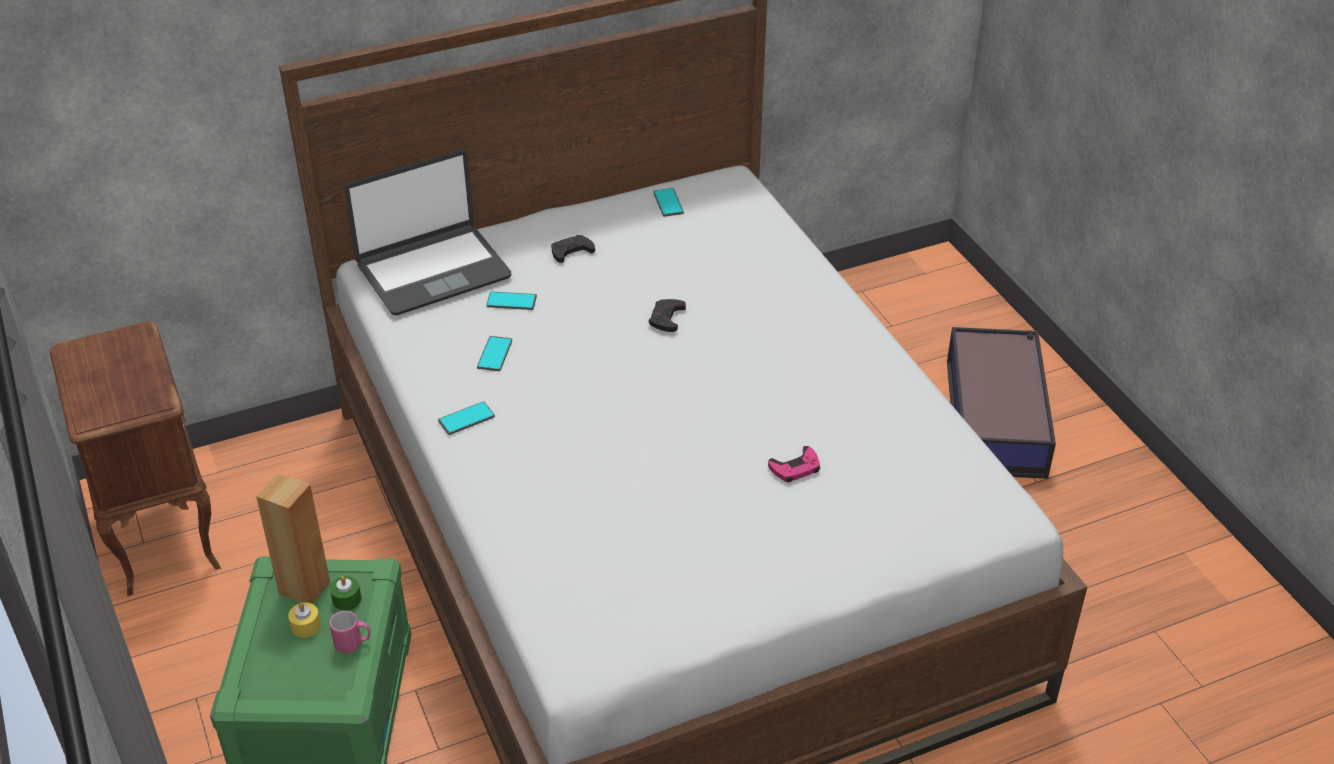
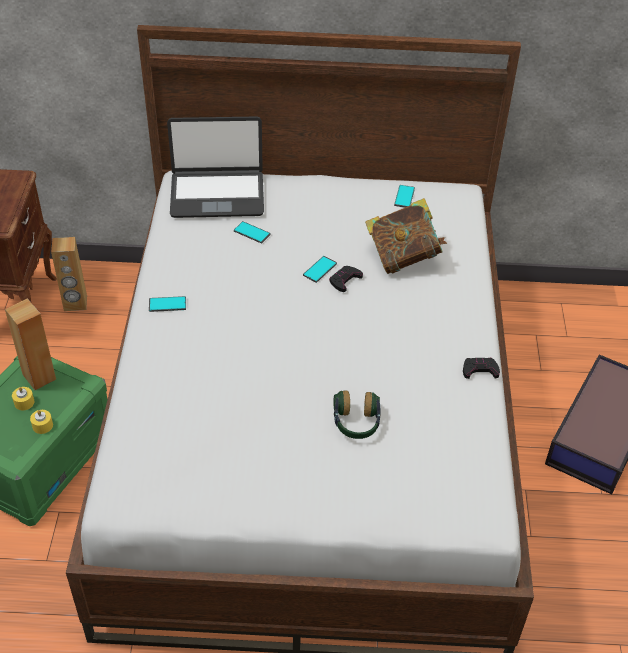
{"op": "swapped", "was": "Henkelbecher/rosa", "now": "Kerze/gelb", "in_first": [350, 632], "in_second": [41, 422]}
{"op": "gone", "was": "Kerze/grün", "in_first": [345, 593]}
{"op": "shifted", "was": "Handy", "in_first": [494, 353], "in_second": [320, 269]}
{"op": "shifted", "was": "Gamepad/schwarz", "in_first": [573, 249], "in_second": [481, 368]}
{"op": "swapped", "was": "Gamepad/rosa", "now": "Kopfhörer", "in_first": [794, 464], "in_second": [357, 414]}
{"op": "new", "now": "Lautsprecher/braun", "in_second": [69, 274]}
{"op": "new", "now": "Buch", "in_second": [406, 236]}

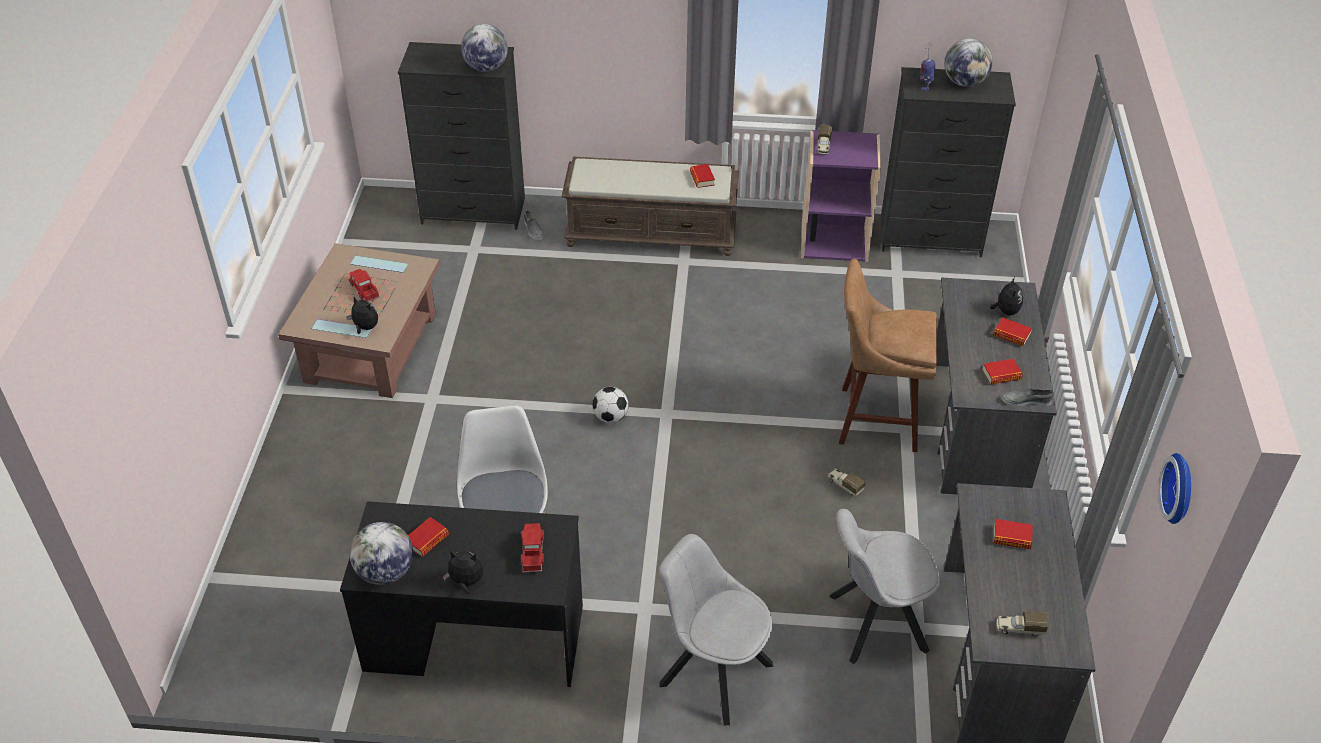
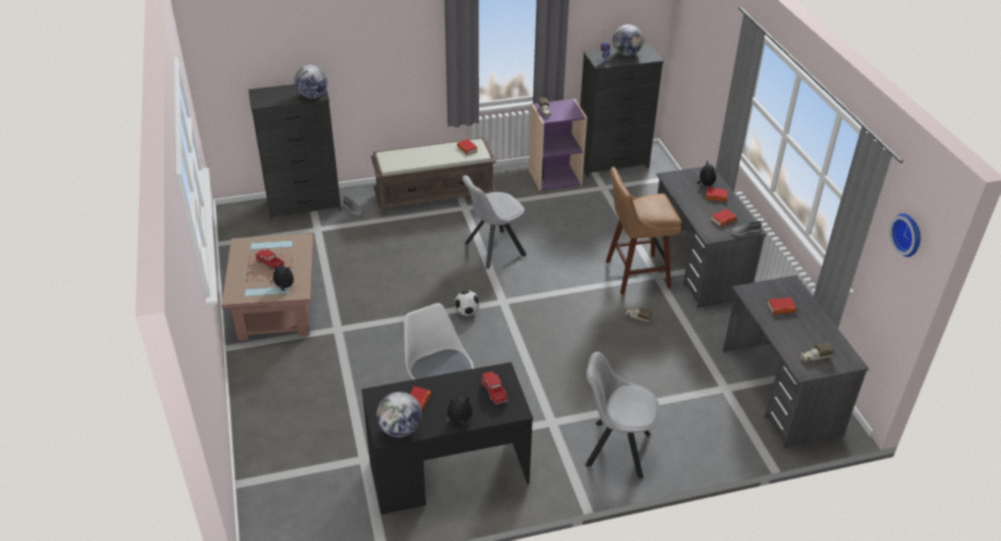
{"op": "shifted", "was": "Stuhl/grau", "in_first": [884, 586], "in_second": [494, 222]}

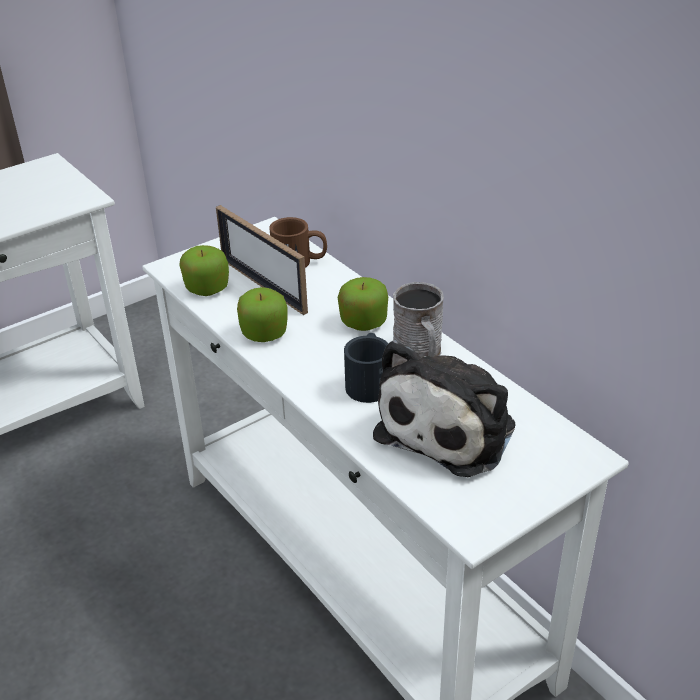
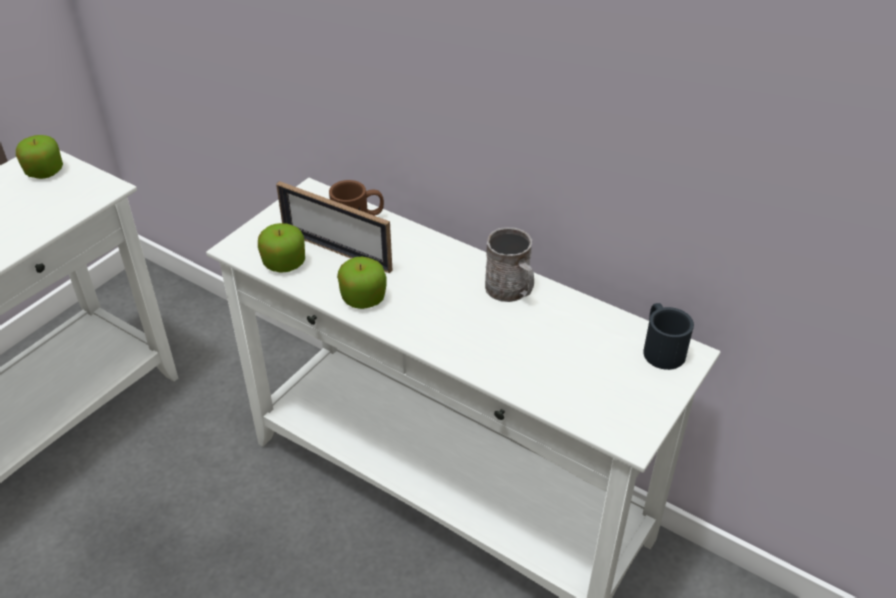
{"op": "shifted", "was": "Apfel", "in_first": [362, 304], "in_second": [39, 157]}
{"op": "shifted", "was": "Henkelbecher/schwarz", "in_first": [366, 368], "in_second": [668, 336]}
{"op": "gone", "was": "Plüschtier", "in_first": [444, 408]}

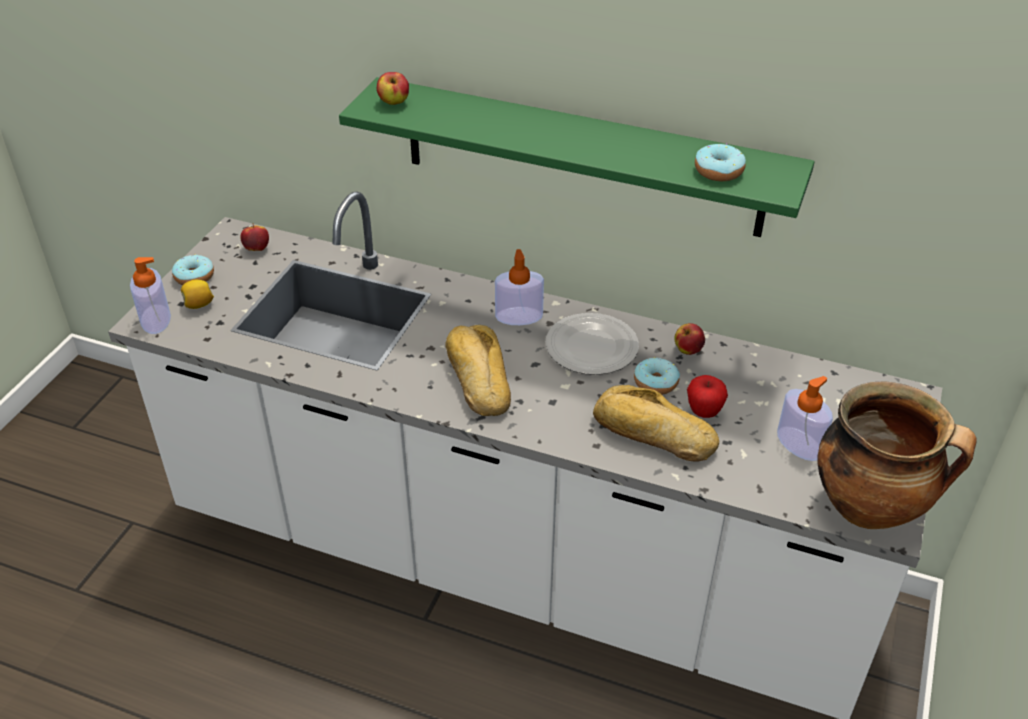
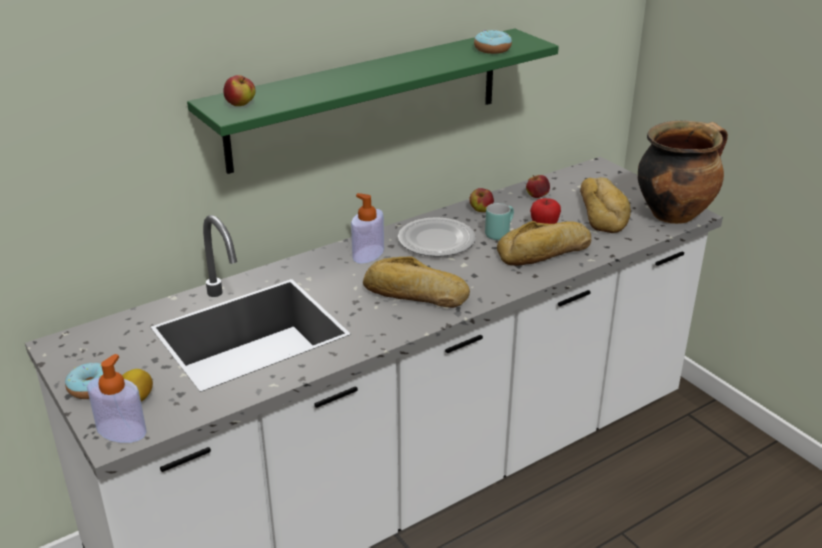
{"op": "shifted", "was": "Apfel", "in_first": [254, 237], "in_second": [538, 186]}
{"op": "swapped", "was": "Donut", "now": "Henkelbecher/türkis", "in_first": [657, 376], "in_second": [499, 221]}
{"op": "swapped", "was": "Seifenspender", "now": "Brot", "in_first": [805, 418], "in_second": [605, 205]}

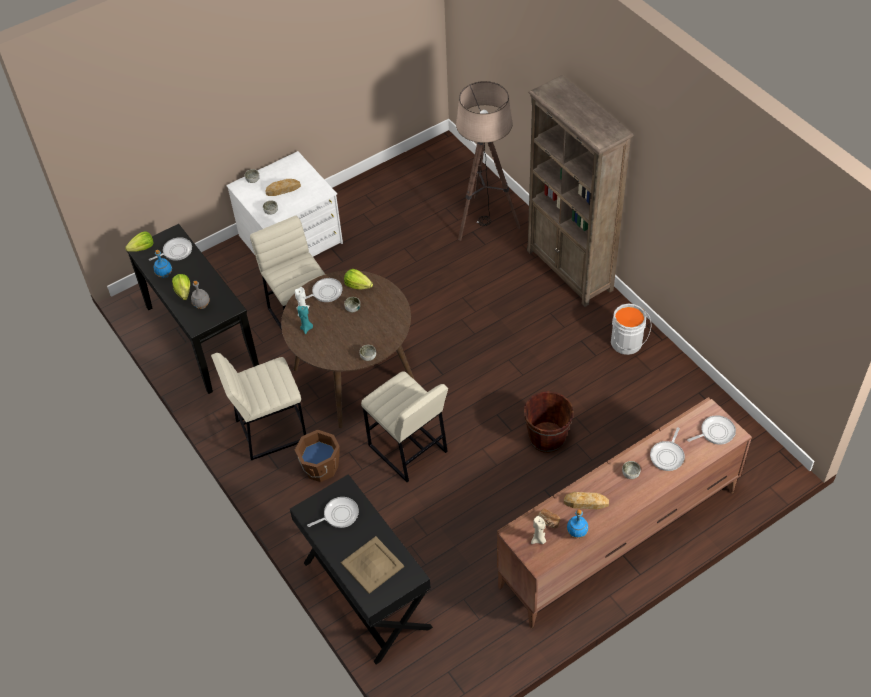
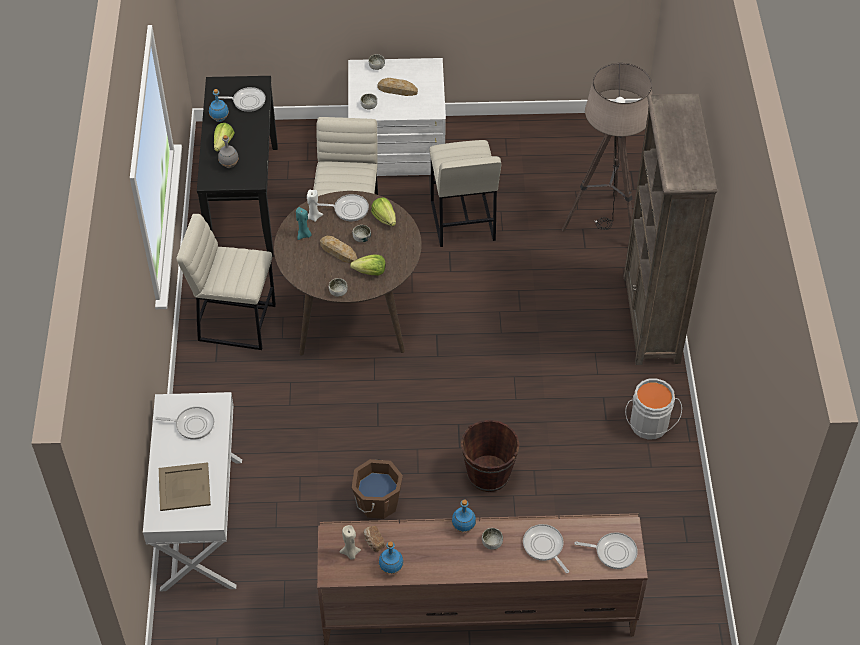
{"op": "shifted", "was": "Salatkopf", "in_first": [139, 241], "in_second": [368, 265]}
{"op": "repainted", "was": "Konsolentisch/schwarz", "now": "Konsolentisch/weiß", "in_first": [361, 569], "in_second": [192, 491]}
{"op": "shifted", "was": "Eimer/braun", "in_first": [317, 456], "in_second": [377, 489]}
{"op": "shifted", "was": "Stuhl/beige", "in_first": [404, 426], "in_second": [465, 193]}
{"op": "shifted", "was": "Brot", "in_first": [586, 500], "in_second": [339, 249]}
{"op": "rotated", "was": "Pfanne", "in_first": [667, 449], "in_second": [546, 548], "clockwise": 90}
{"op": "new", "now": "Flasche/blau", "in_second": [464, 516]}

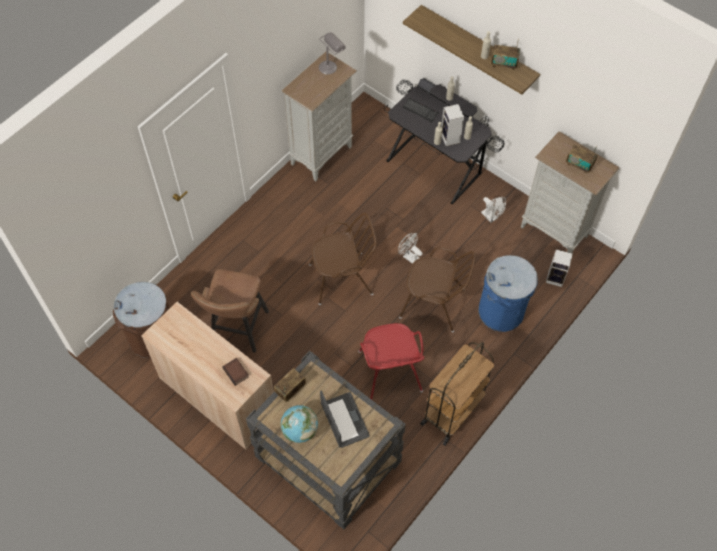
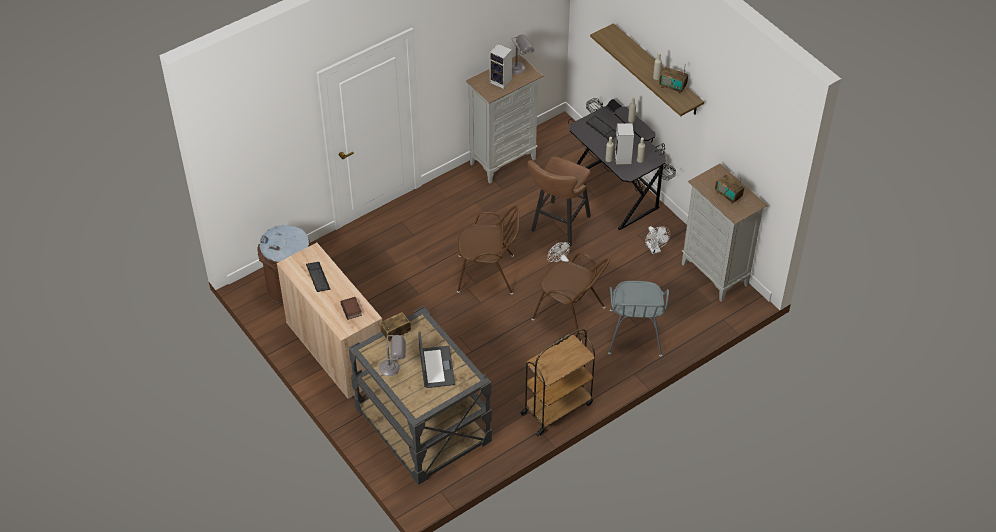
{"op": "shifted", "was": "Hocker/braun", "in_first": [230, 311], "in_second": [559, 202]}
{"op": "swapped", "was": "Globus", "now": "Tischlampe/grau", "in_first": [299, 424], "in_second": [392, 355]}
{"op": "gone", "was": "Stuhl/rot", "in_first": [391, 361]}
{"op": "swapped", "was": "Mülleimer/blau", "now": "Stuhl/grau", "in_first": [508, 293], "in_second": [638, 319]}
{"op": "shifted", "was": "Lautsprecher", "in_first": [559, 268], "in_second": [501, 66]}
{"op": "new", "now": "Tastatur", "in_second": [318, 277]}

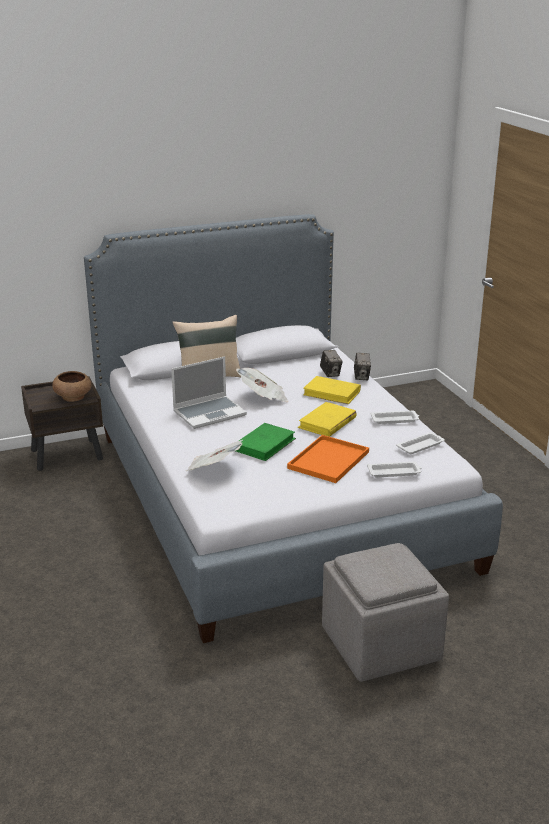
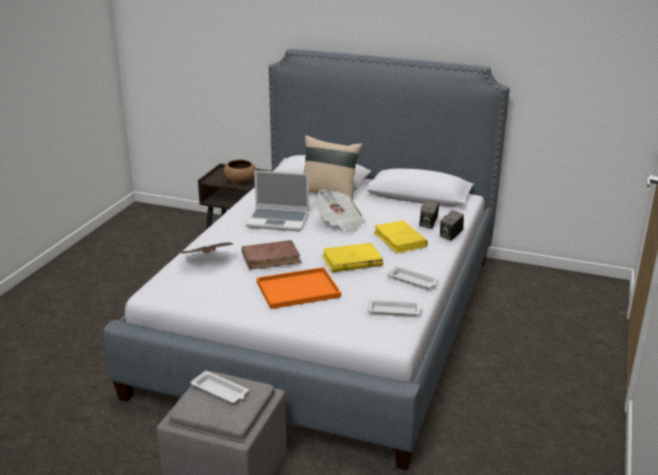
{"op": "repainted", "was": "Buch/grün", "now": "Buch/braun", "in_first": [266, 442], "in_second": [272, 255]}
{"op": "shifted", "was": "Tablett/weiß", "in_first": [394, 469], "in_second": [219, 386]}

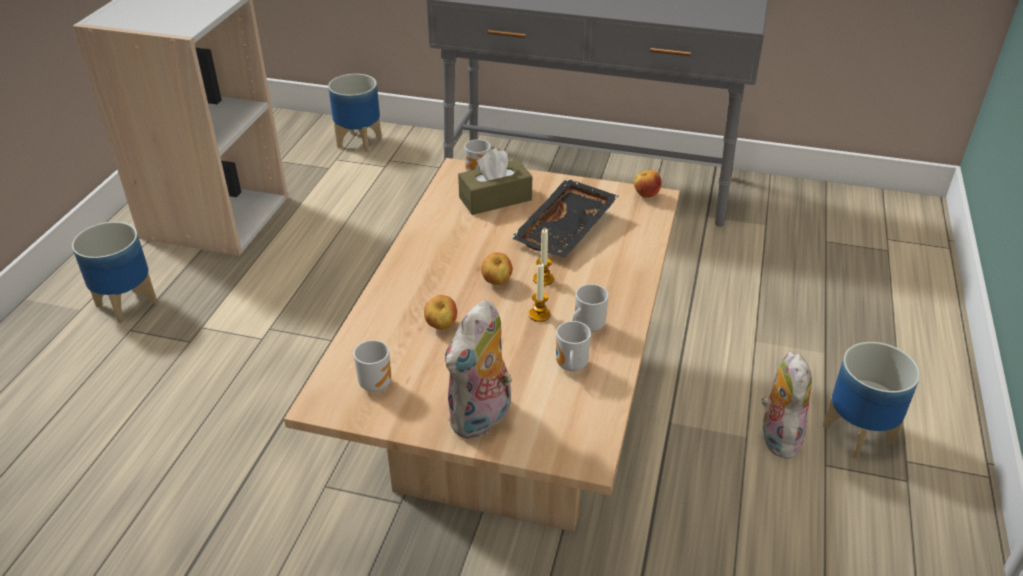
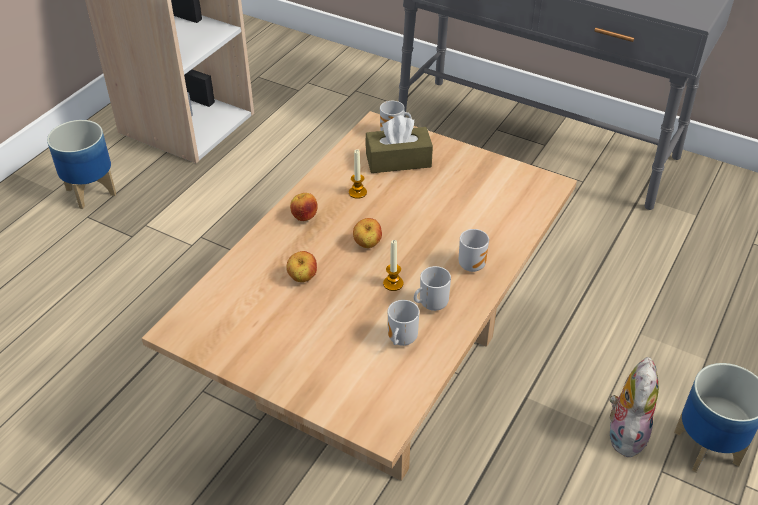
{"op": "gone", "was": "Pflanzkübel", "in_first": [354, 113]}
{"op": "shifted", "was": "Henkelbecher", "in_first": [372, 366], "in_second": [474, 250]}
{"op": "gone", "was": "Plüschtier", "in_first": [478, 369]}
{"op": "gone", "was": "Tablett/schwarz", "in_first": [564, 218]}
{"op": "shifted", "was": "Kerze", "in_first": [543, 257], "in_second": [358, 174]}
{"op": "shifted", "was": "Apfel", "in_first": [648, 184], "in_second": [304, 207]}

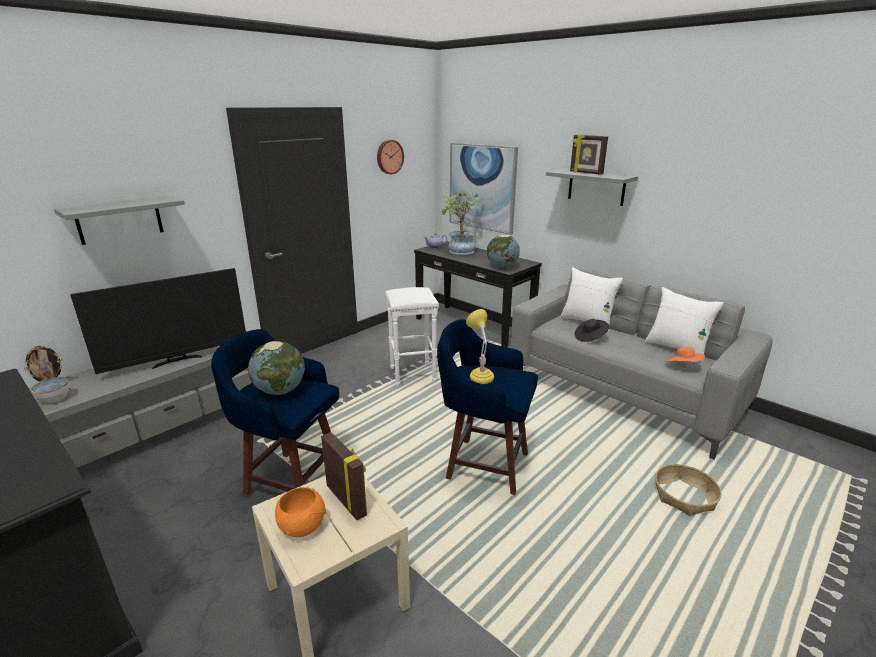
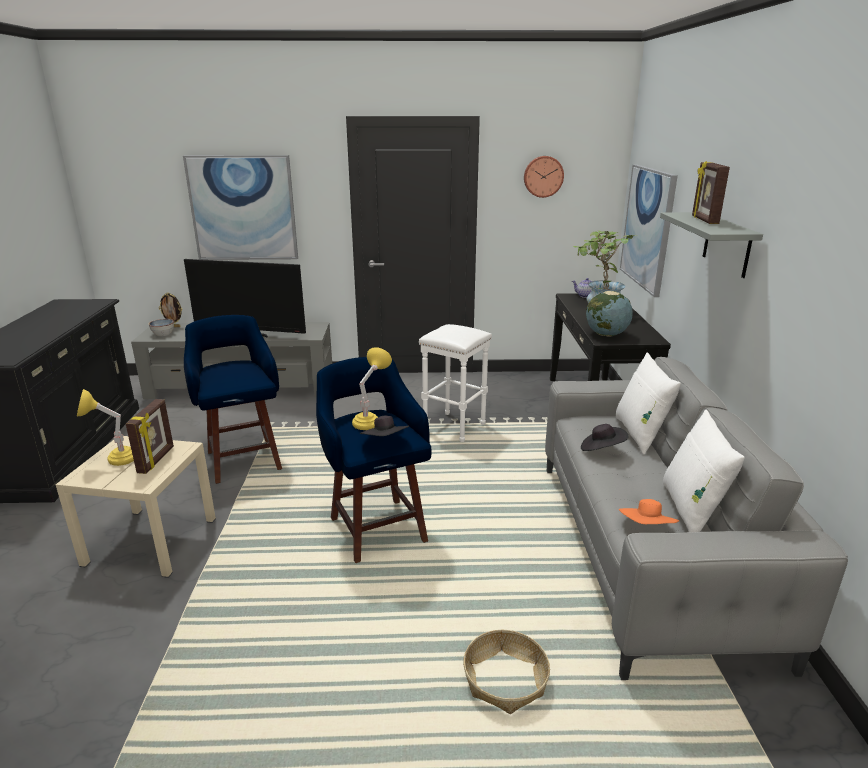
{"op": "swapped", "was": "Wandregal/grau", "now": "Bild", "in_first": [119, 220], "in_second": [240, 207]}
{"op": "gone", "was": "Globus", "in_first": [276, 368]}
{"op": "swapped", "was": "Schüssel/orange", "now": "Tischlampe/gelb", "in_first": [300, 512], "in_second": [105, 427]}
{"op": "new", "now": "Hut/schwarz", "in_second": [384, 426]}

